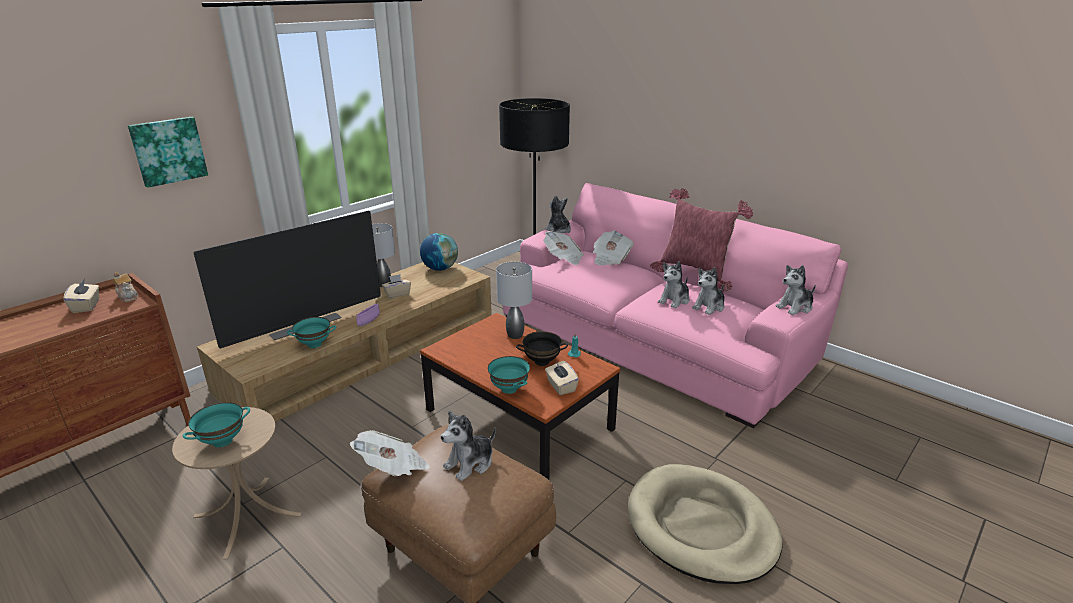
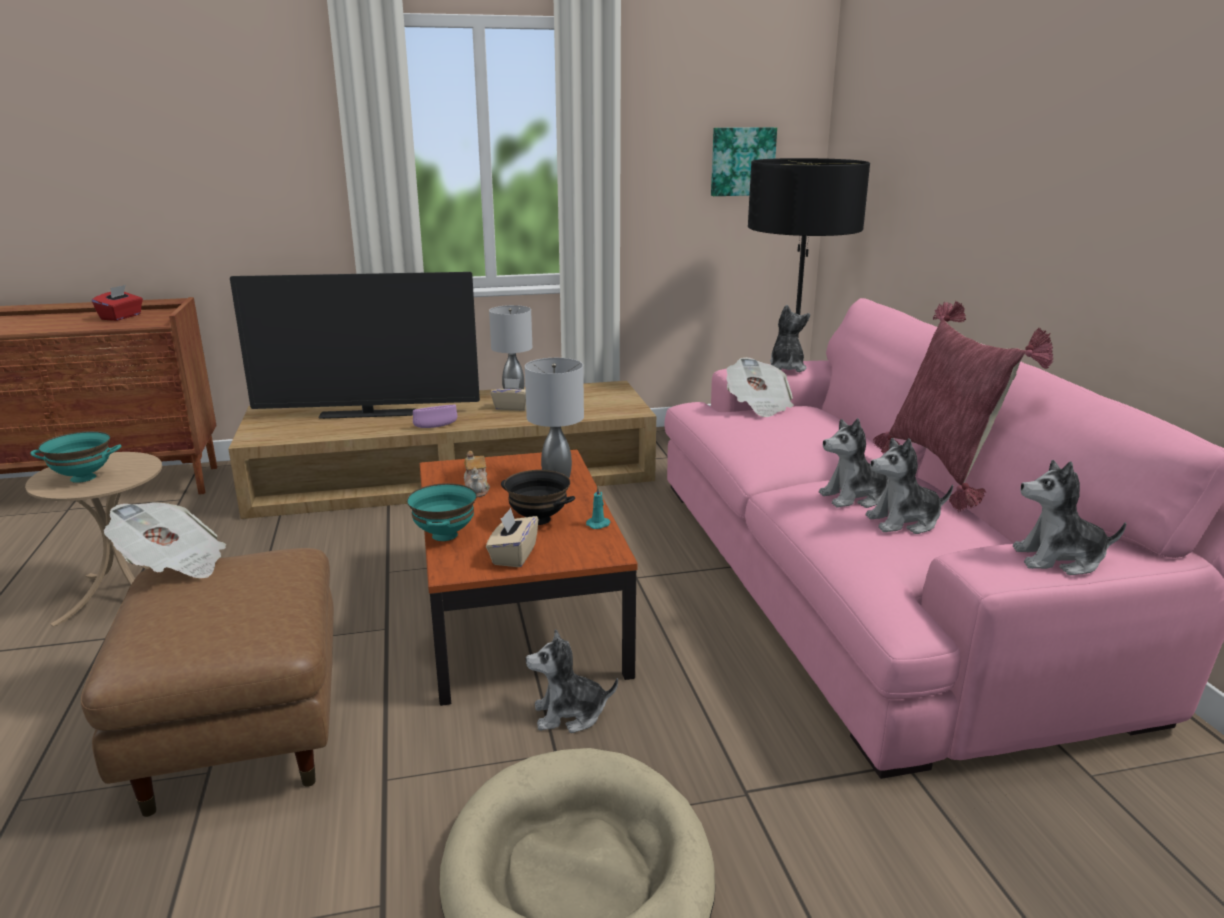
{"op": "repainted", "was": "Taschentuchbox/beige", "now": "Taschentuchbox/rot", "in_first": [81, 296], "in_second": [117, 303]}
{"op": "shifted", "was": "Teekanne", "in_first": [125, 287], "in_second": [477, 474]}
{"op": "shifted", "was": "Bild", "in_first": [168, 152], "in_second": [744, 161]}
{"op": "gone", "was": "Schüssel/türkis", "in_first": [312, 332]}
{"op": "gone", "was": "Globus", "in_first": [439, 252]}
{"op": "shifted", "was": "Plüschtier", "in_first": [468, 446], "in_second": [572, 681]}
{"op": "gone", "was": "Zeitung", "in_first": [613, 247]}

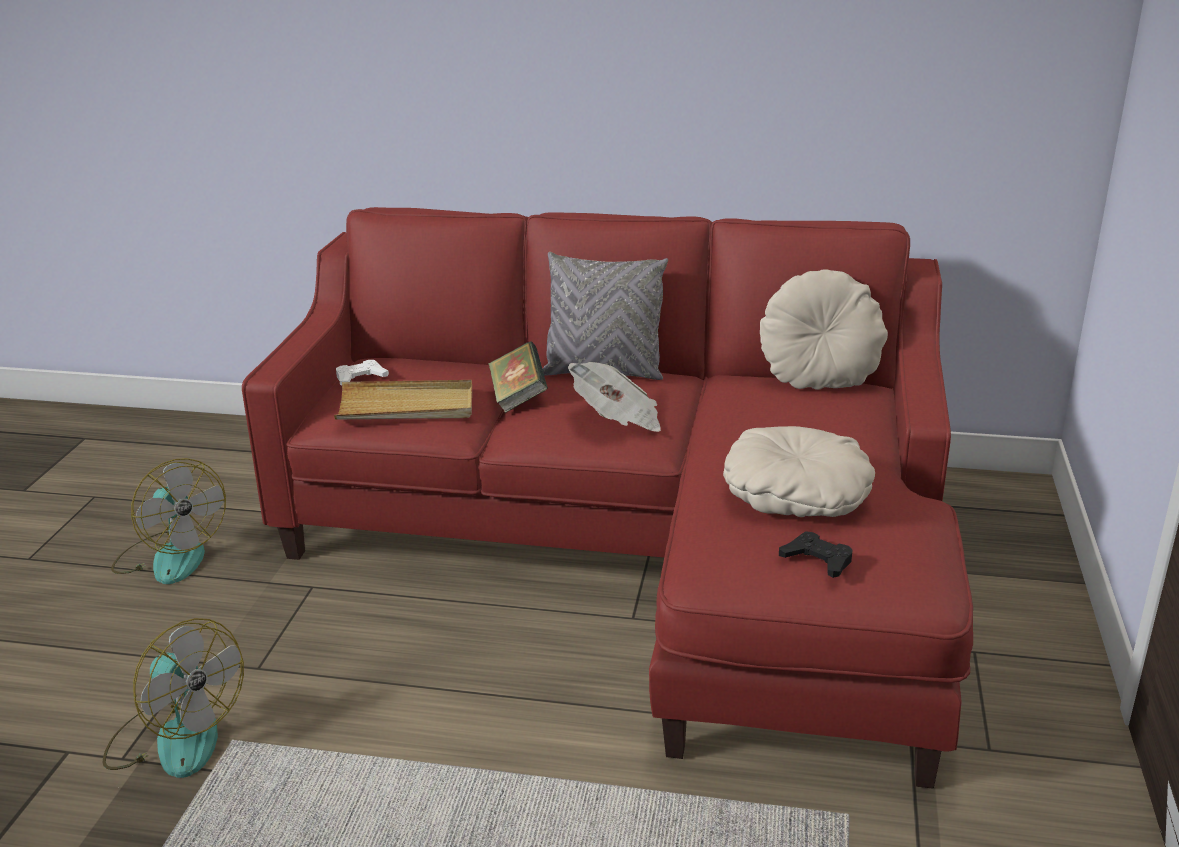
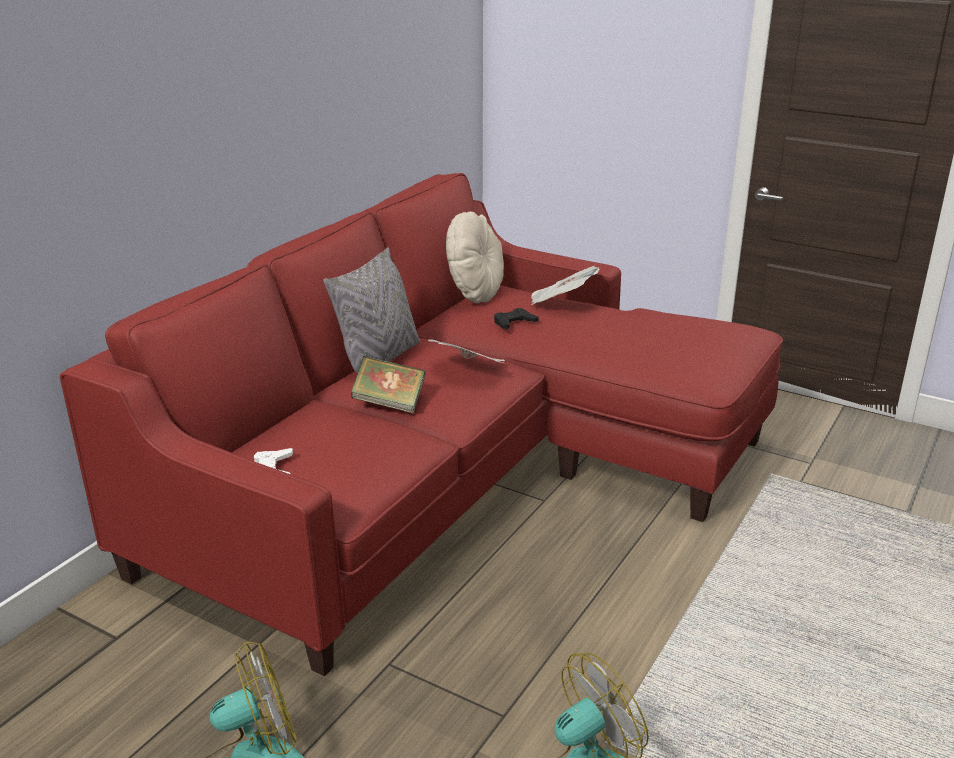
{"op": "gone", "was": "Tablett/beige", "in_first": [403, 399]}
{"op": "gone", "was": "Kissen/beige", "in_first": [799, 471]}
{"op": "shifted", "was": "Gamepad/schwarz", "in_first": [816, 554], "in_second": [516, 318]}
{"op": "new", "now": "Zeitung", "in_second": [565, 285]}

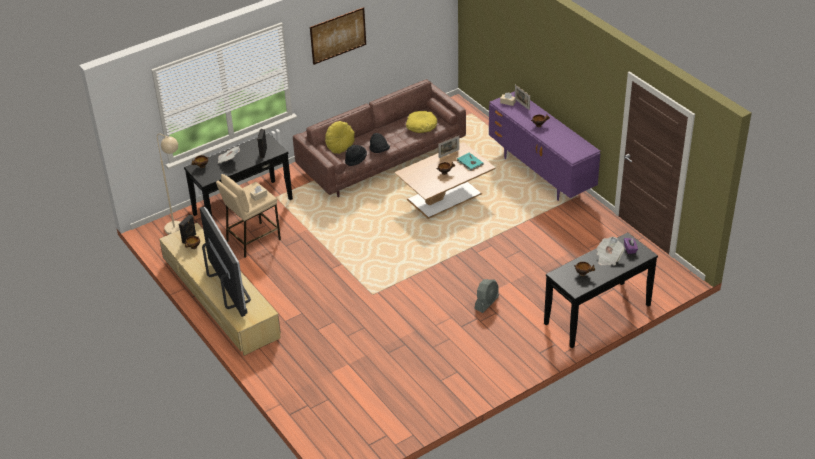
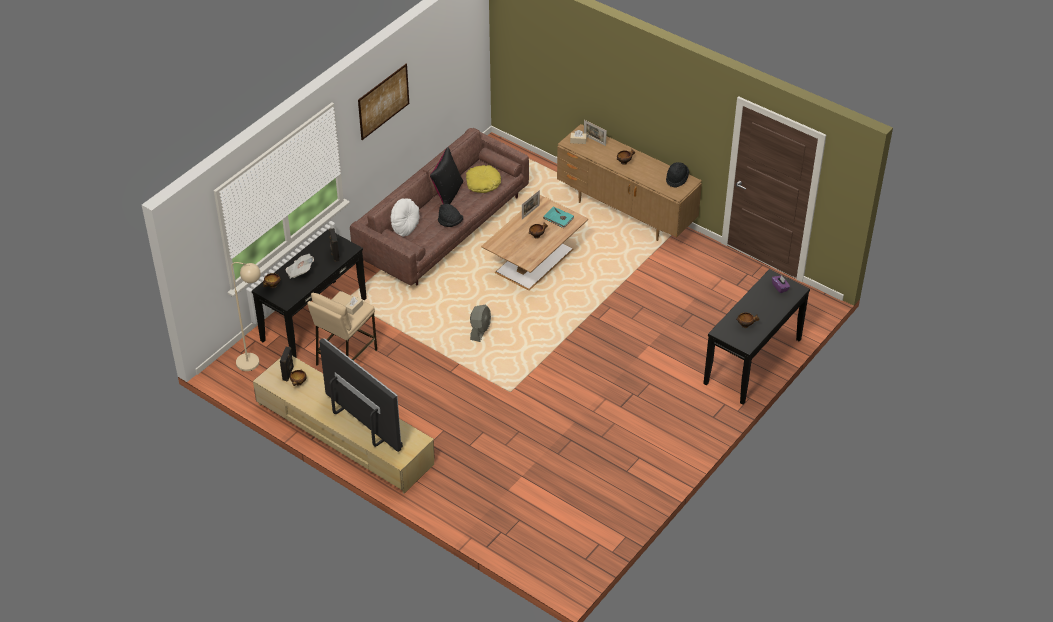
{"op": "repainted", "was": "Kissen/gelb", "now": "Kissen/weiß", "in_first": [340, 137], "in_second": [405, 217]}
{"op": "shifted", "was": "Hut/schwarz", "in_first": [356, 155], "in_second": [677, 175]}
{"op": "shifted", "was": "Ventilator/grau", "in_first": [486, 296], "in_second": [480, 323]}
{"op": "repainted", "was": "Kommode/lila", "now": "Kommode/braun", "in_first": [545, 146], "in_second": [629, 182]}
{"op": "gone", "was": "Zeitung", "in_first": [610, 251]}
{"op": "new", "now": "Kissen/schwarz", "in_second": [446, 175]}

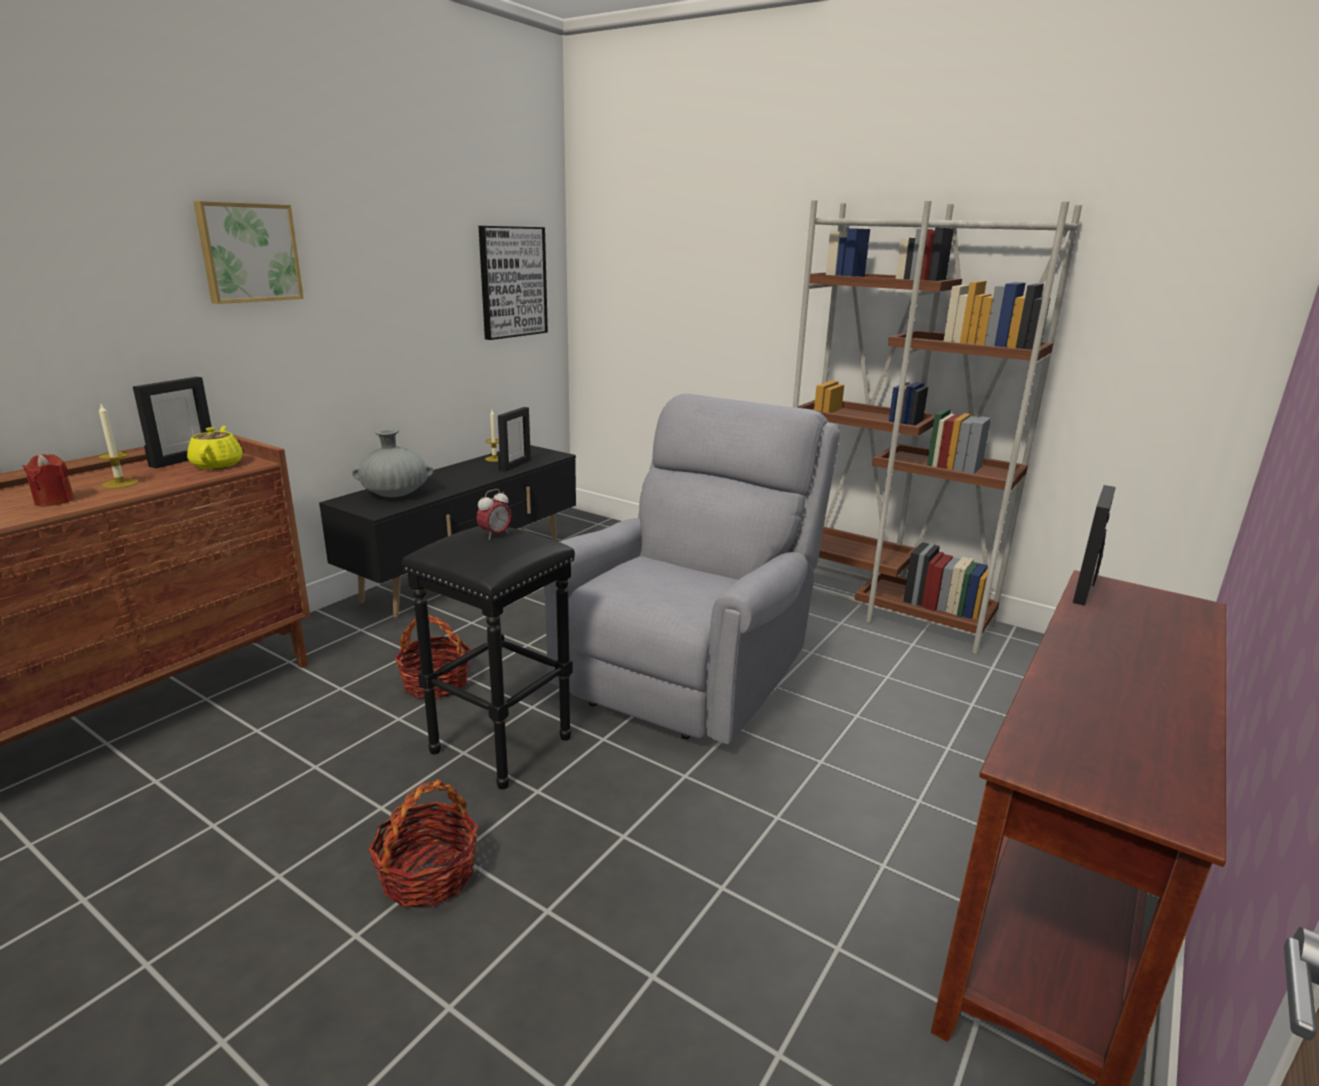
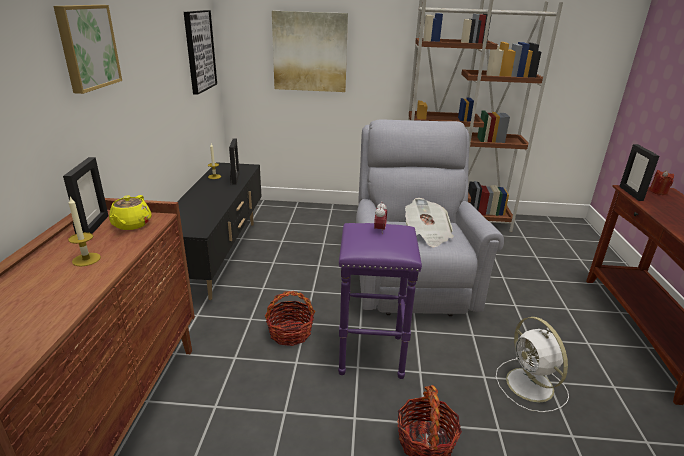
{"op": "shifted", "was": "Kerze/rot", "in_first": [48, 480], "in_second": [661, 182]}
{"op": "rotated", "was": "Teekanne/gelb", "in_first": [215, 447], "in_second": [130, 212], "clockwise": -135}
{"op": "gone", "was": "Vase/grau", "in_first": [393, 462]}
{"op": "repainted", "was": "Hocker/schwarz", "now": "Hocker/lila", "in_first": [488, 657], "in_second": [380, 301]}
{"op": "new", "now": "Bild", "in_second": [310, 51]}
{"op": "new", "now": "Zeitung", "in_second": [429, 222]}
{"op": "new", "now": "Ventilator/weiß", "in_second": [532, 364]}

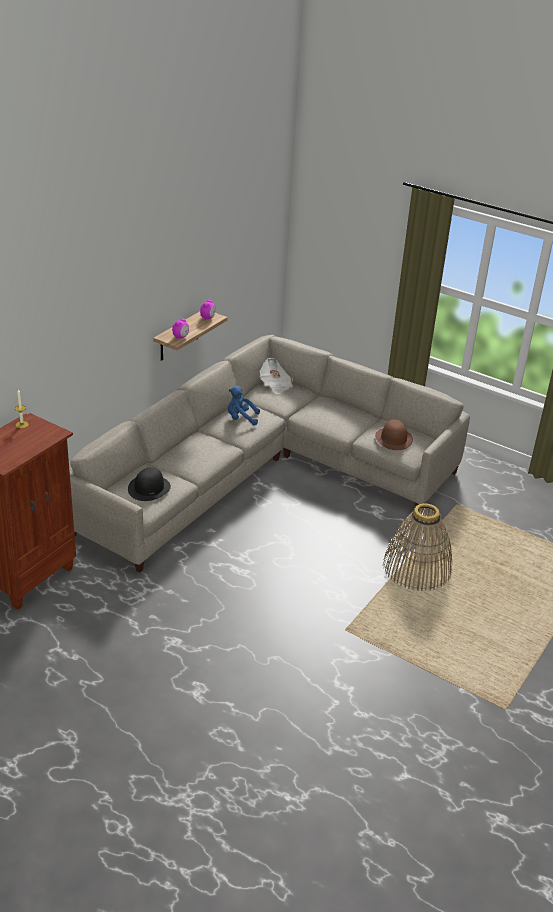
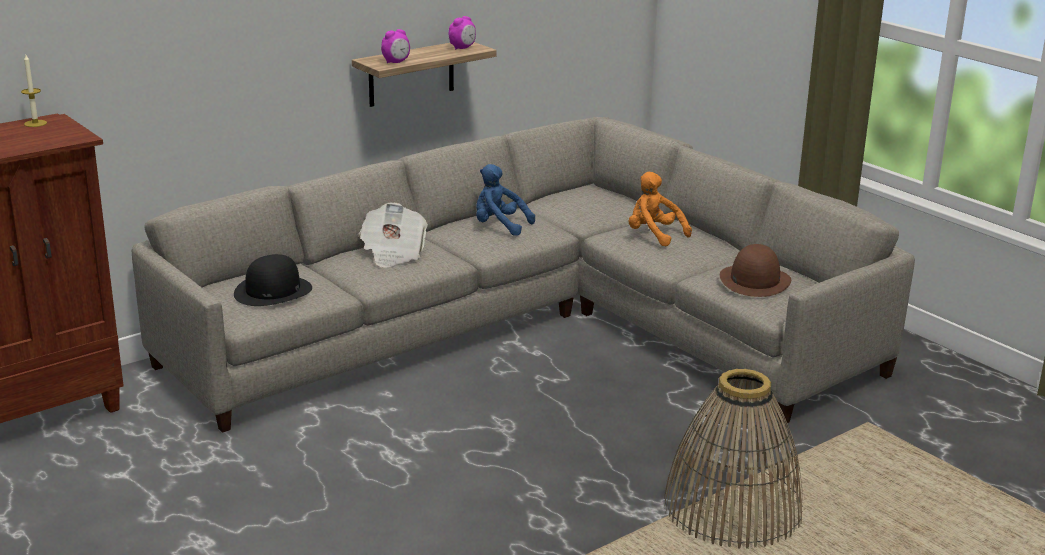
{"op": "shifted", "was": "Zeitung", "in_first": [276, 376], "in_second": [393, 235]}
{"op": "new", "now": "Plüschtier/orange", "in_second": [660, 209]}

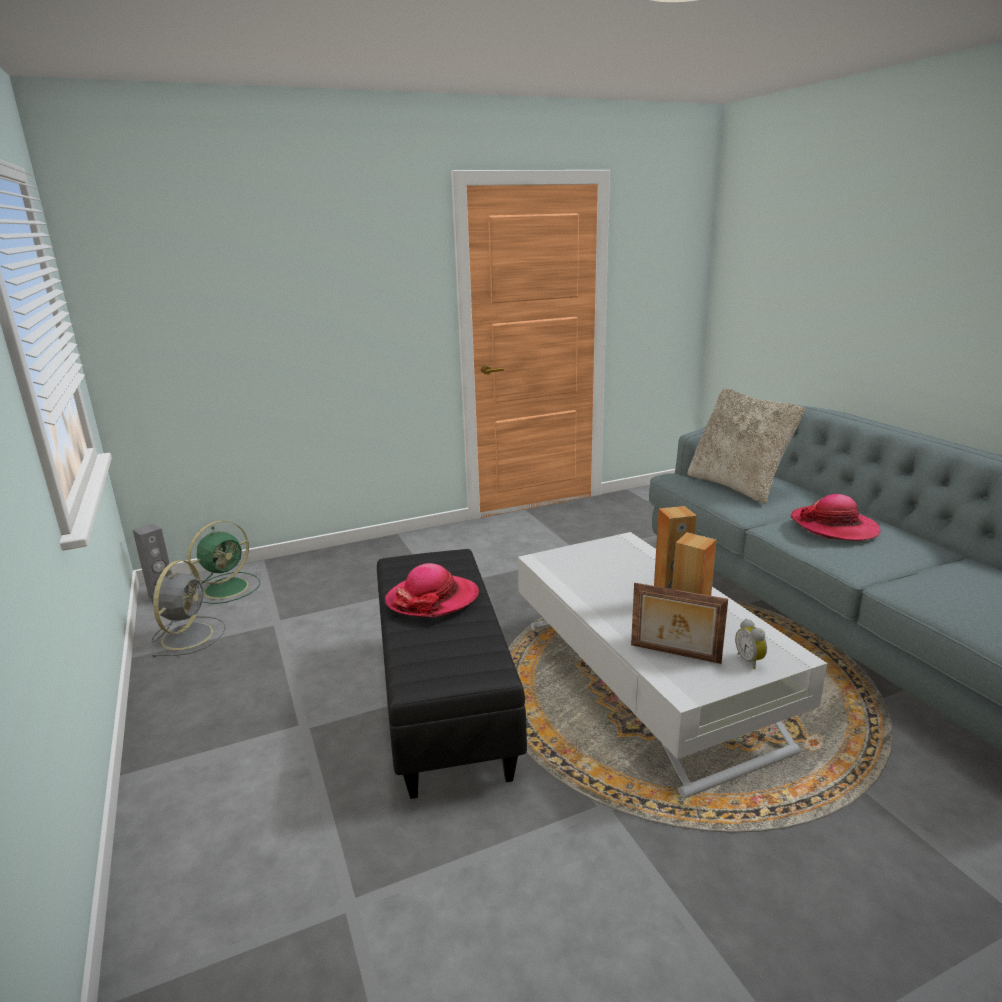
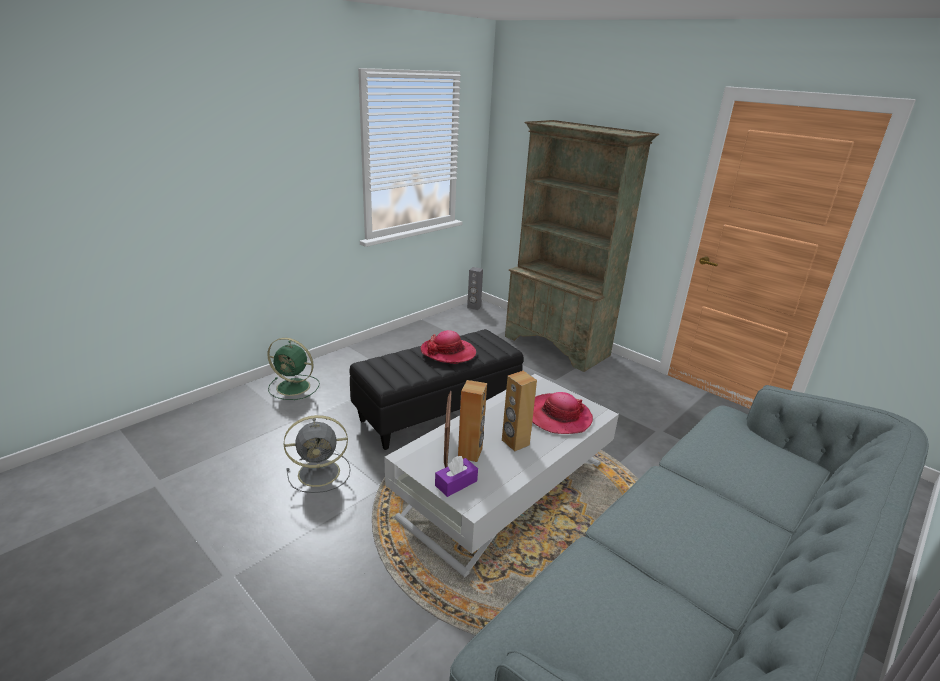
{"op": "shifted", "was": "Ventilator/grau", "in_first": [188, 608], "in_second": [317, 454]}
{"op": "shifted", "was": "Ventilator/grün", "in_first": [224, 562], "in_second": [293, 369]}
{"op": "gone", "was": "Kissen/beige", "in_first": [746, 445]}
{"op": "swapped", "was": "Wecker", "now": "Taschentuchbox/lila", "in_first": [751, 644], "in_second": [456, 476]}
{"op": "shifted", "was": "Hut", "in_first": [835, 517], "in_second": [562, 413]}
{"op": "new", "now": "Bücherregal/grün", "in_second": [582, 246]}

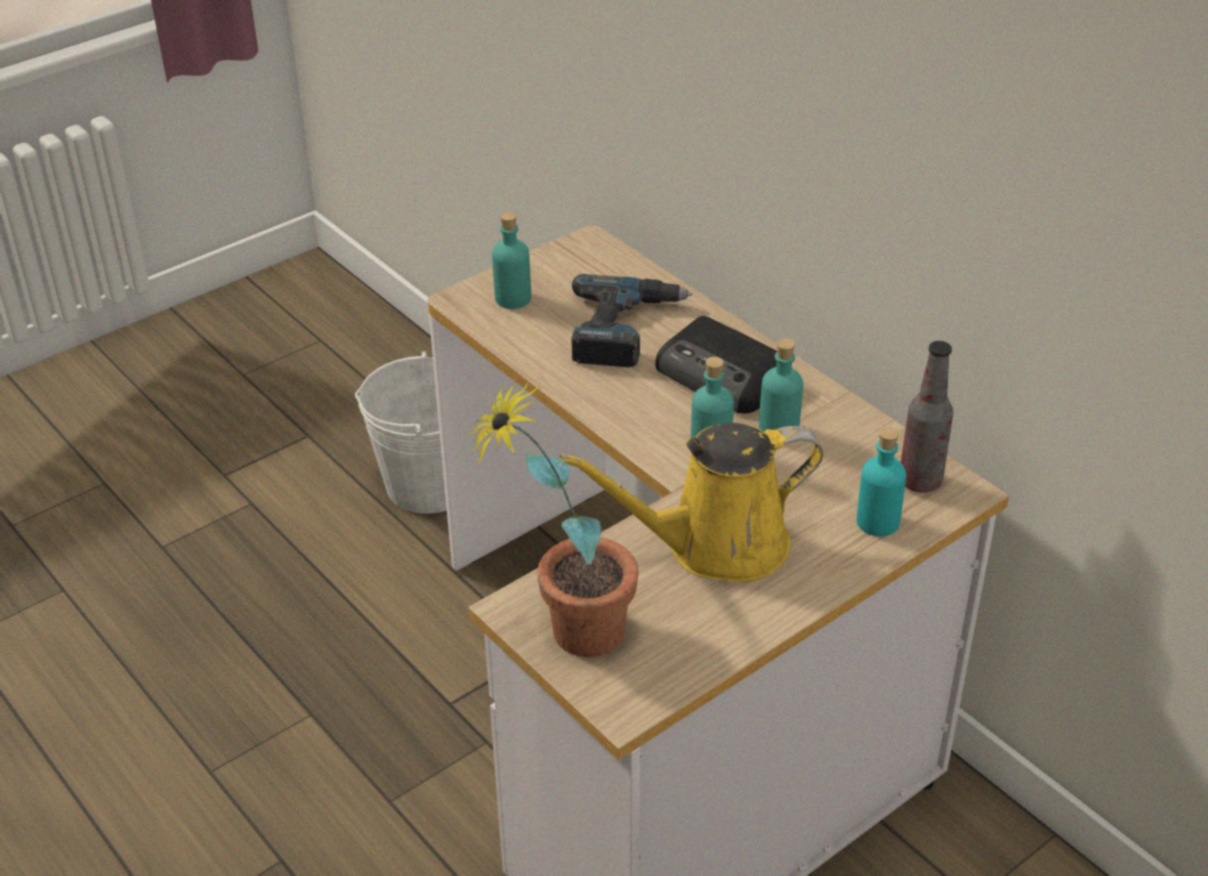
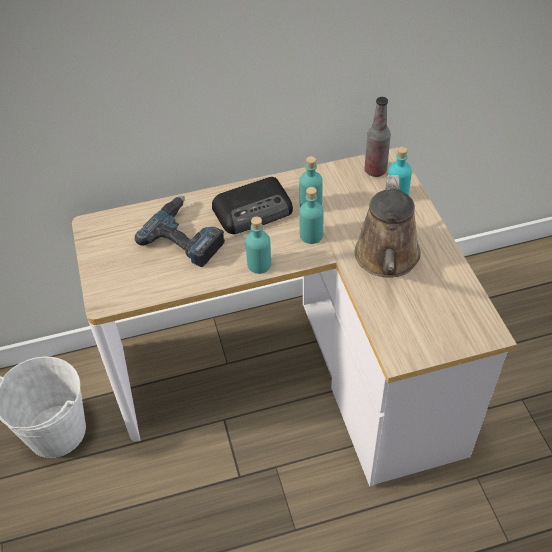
{"op": "gone", "was": "Topfpflanze", "in_first": [553, 520]}
{"op": "shifted", "was": "Flasche/türkis", "in_first": [511, 260], "in_second": [258, 245]}
{"op": "repainted", "was": "Gießkanne/gelb", "now": "Gießkanne/braun", "in_first": [691, 502], "in_second": [388, 226]}

